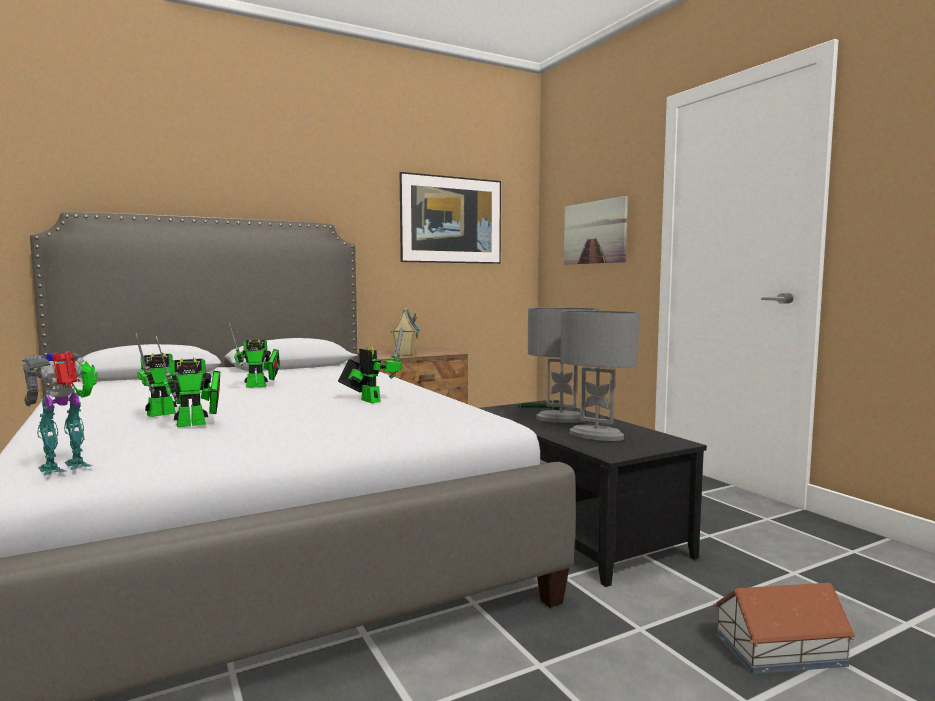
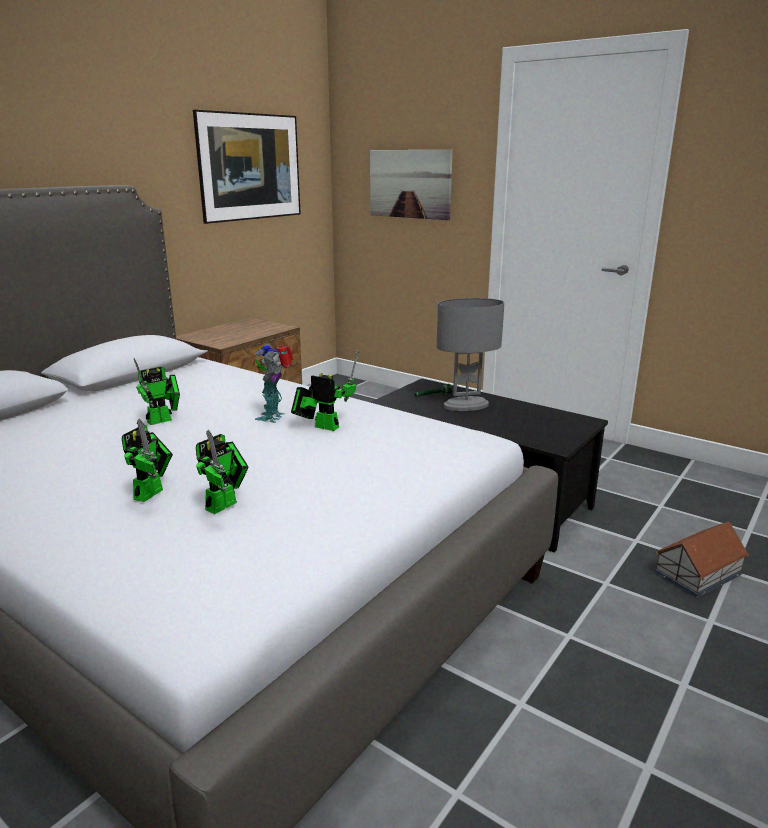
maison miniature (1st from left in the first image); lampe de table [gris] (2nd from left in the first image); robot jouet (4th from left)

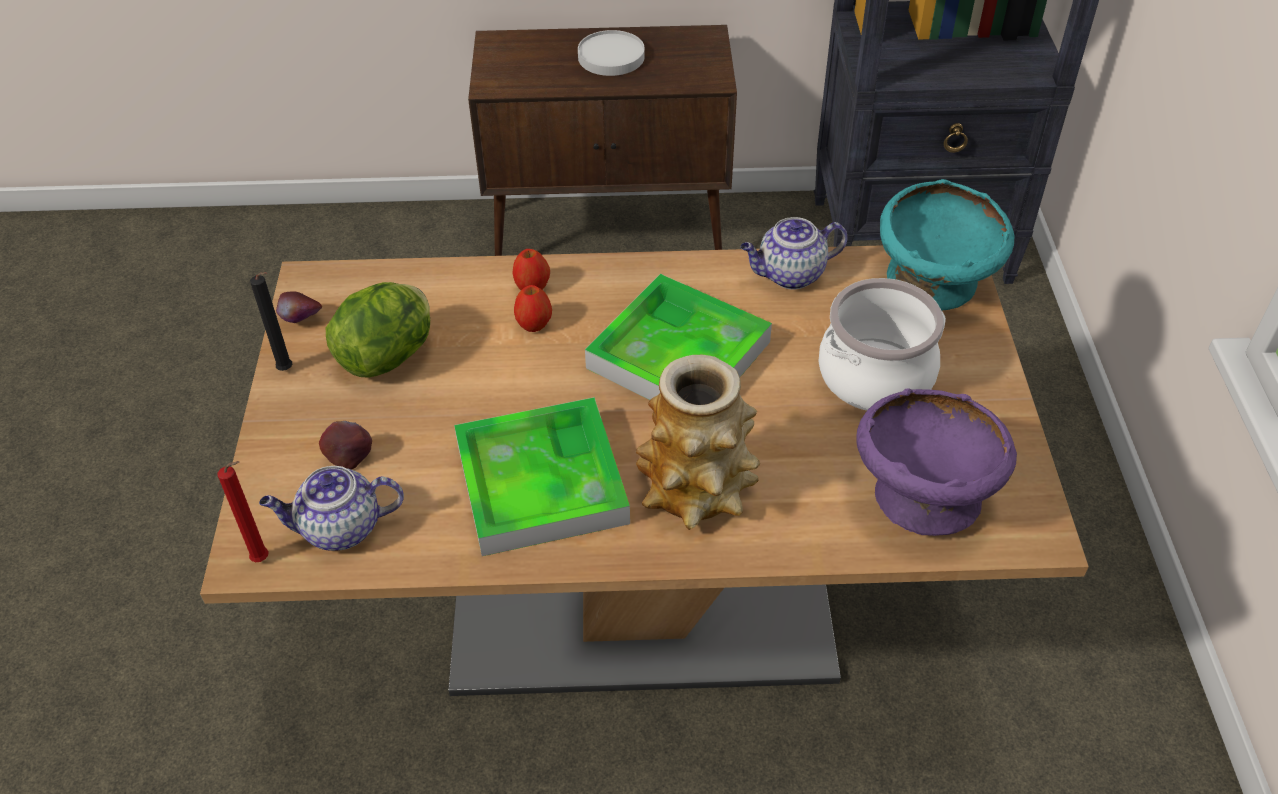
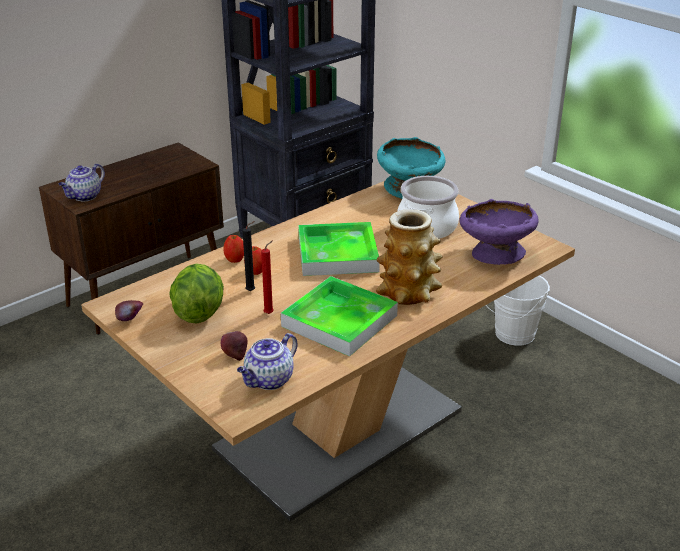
assiette [blanc]; seau [blanc]; bougie [rouge]; bougie [noir]; théière (1st from left)

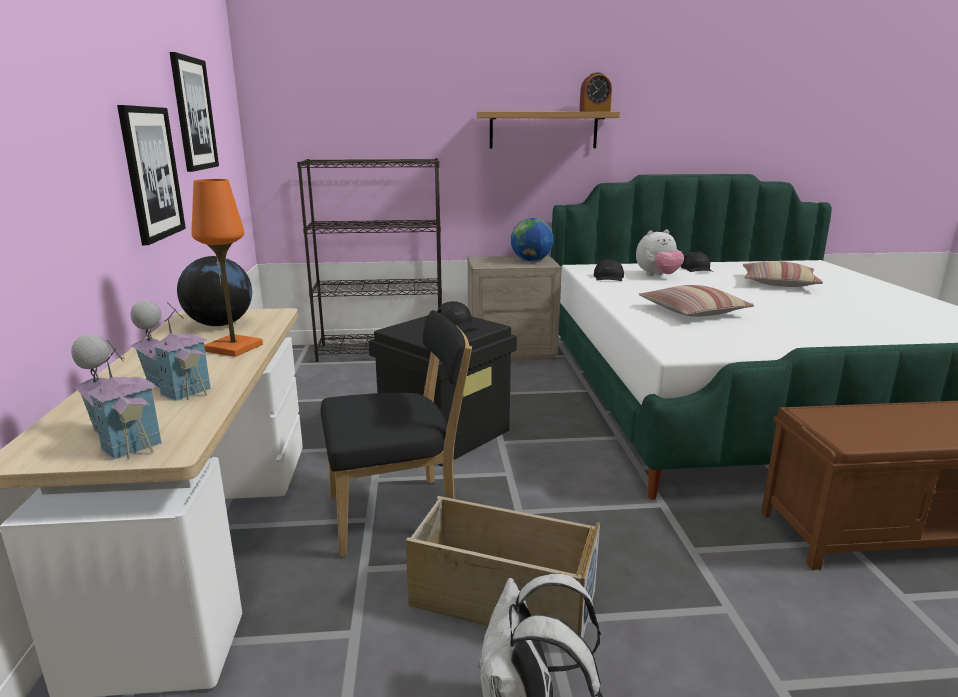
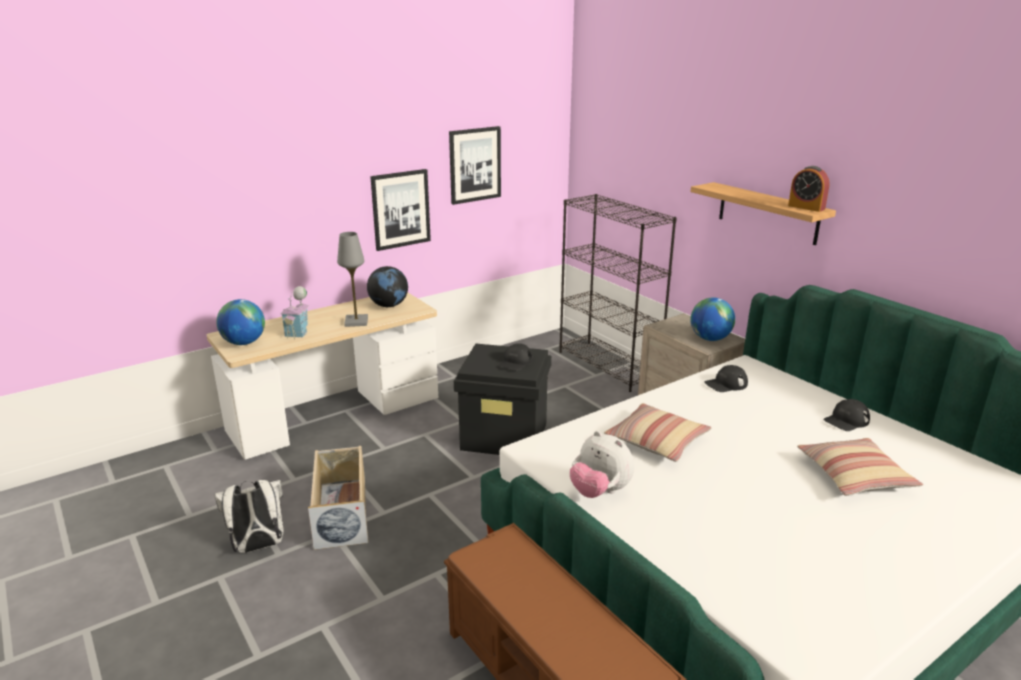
chaise [noir]; peluche; globe (1st from left); lampe de table [gris]

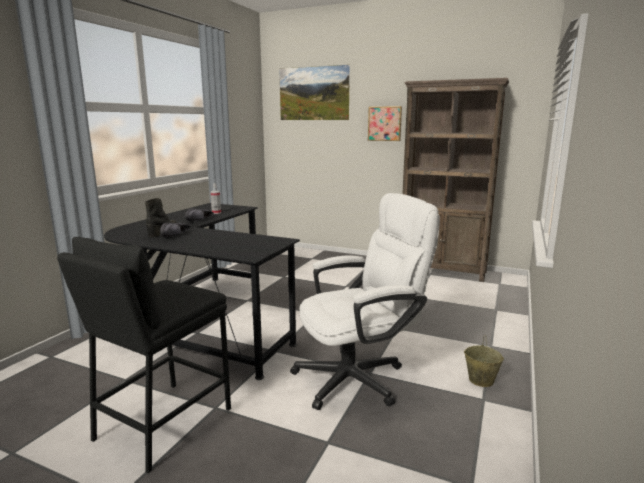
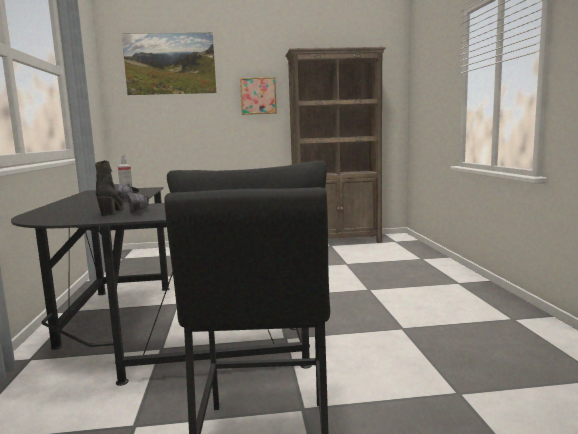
chaise de bureau [blanc]; seau [beige]

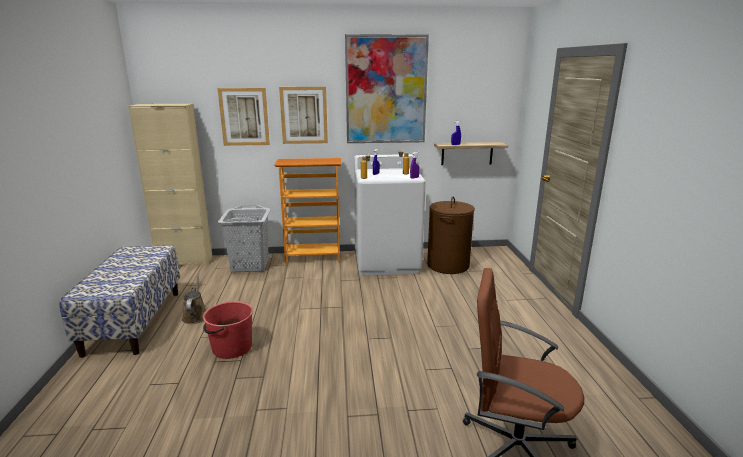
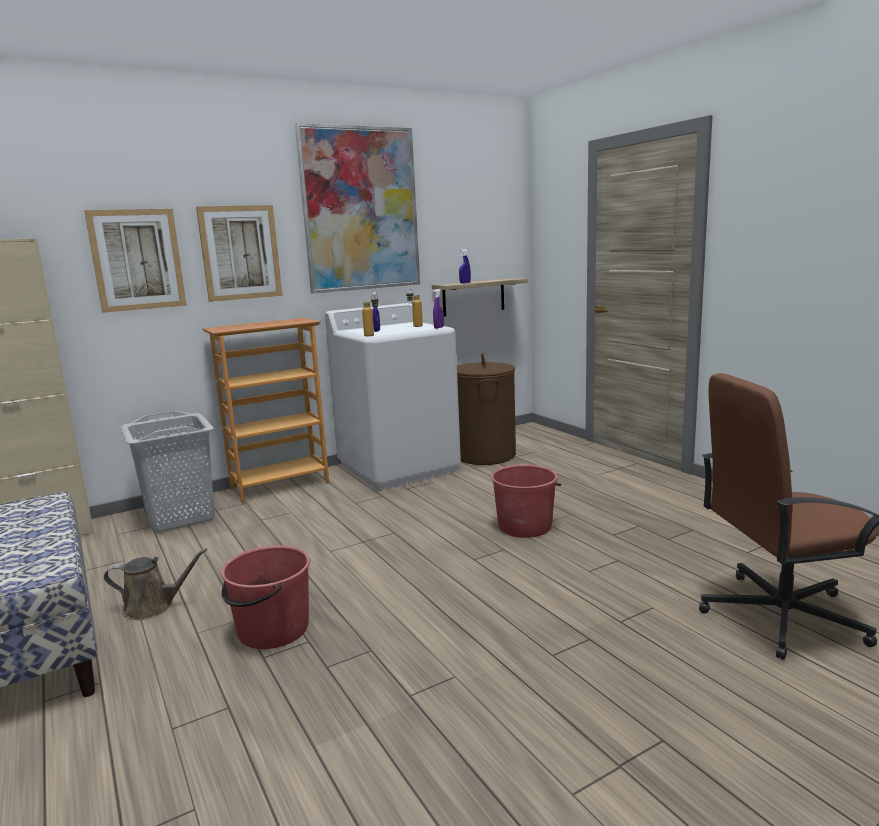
seau [rouge] (2nd from left); arrosoir [marron]

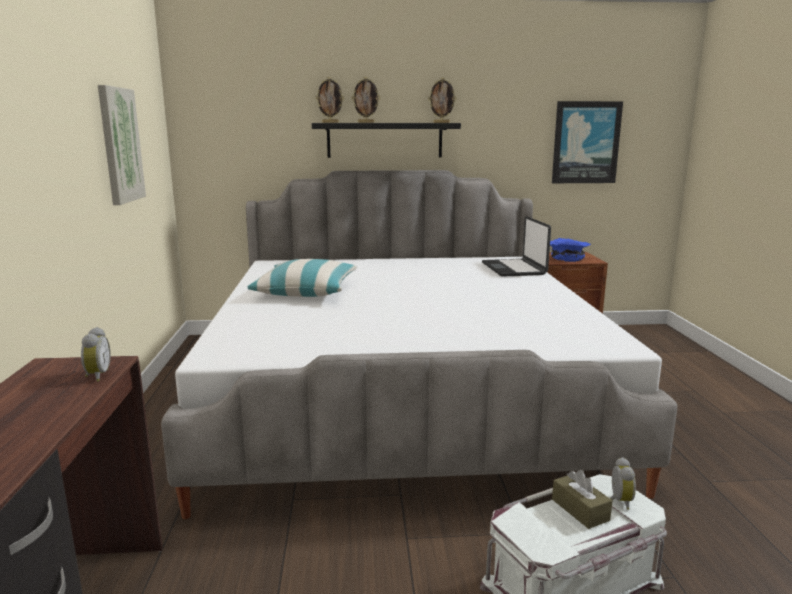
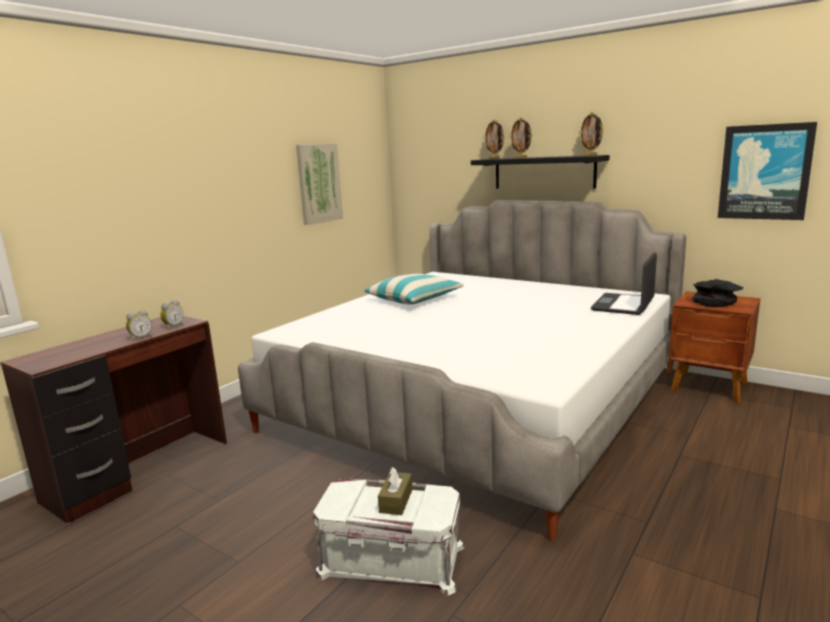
réveil (1st from left); bol [noir]

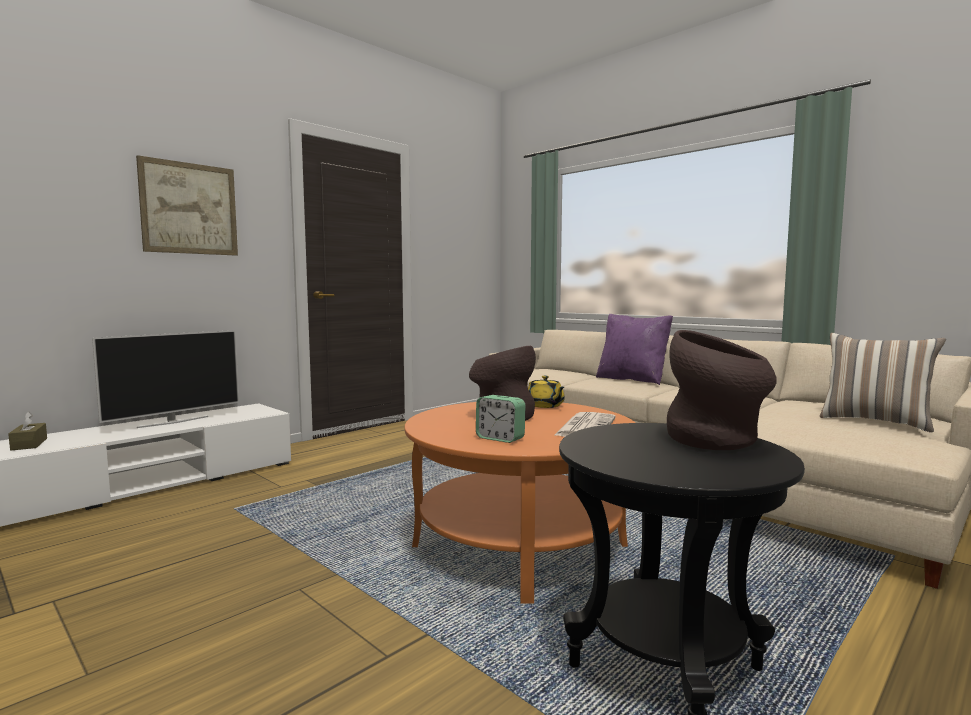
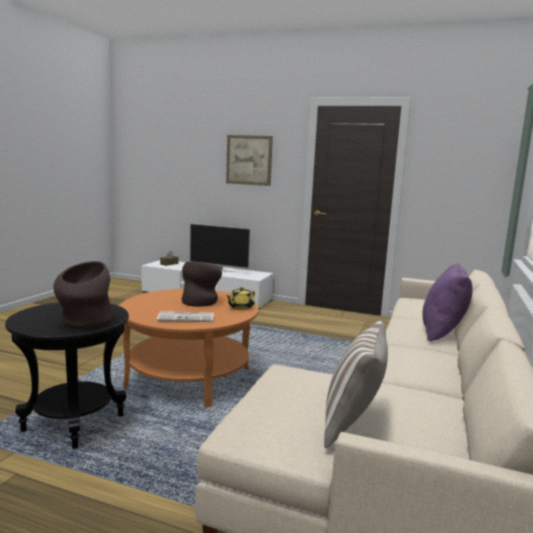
réveil

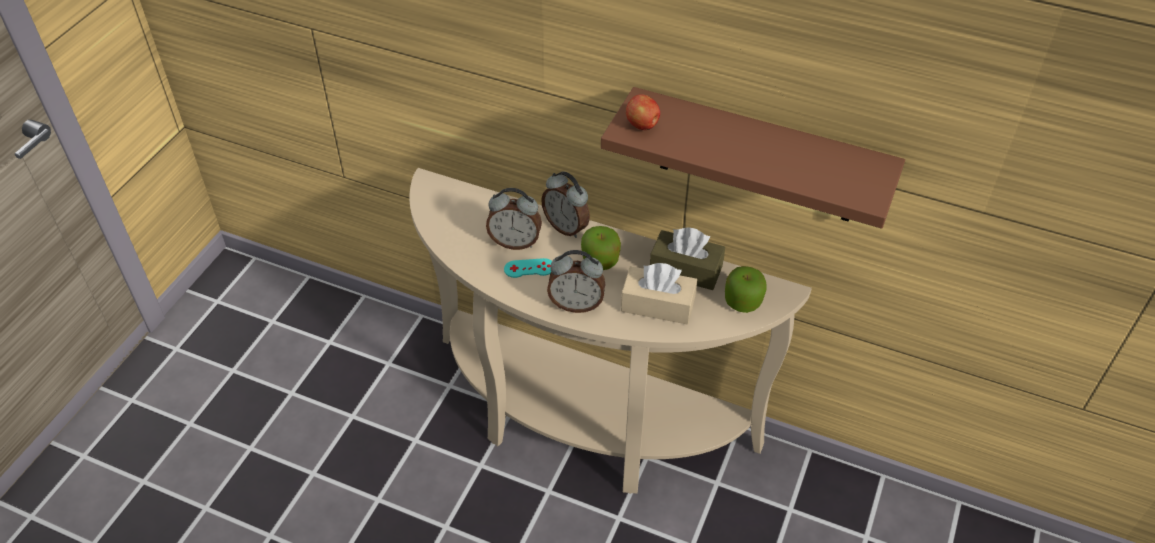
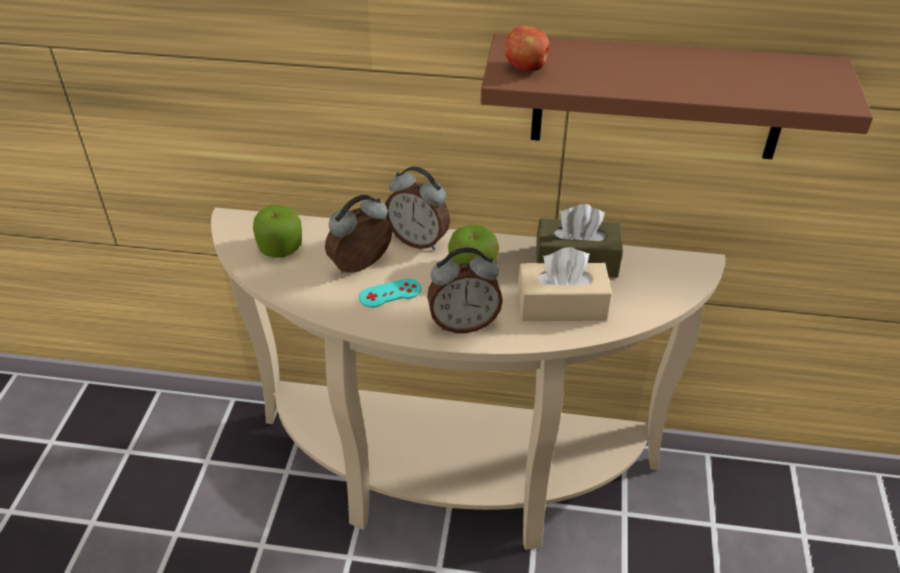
pomme (1st from left); réveil (1st from left)

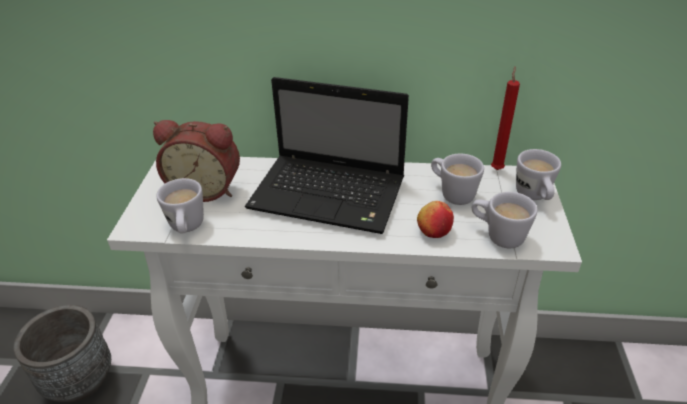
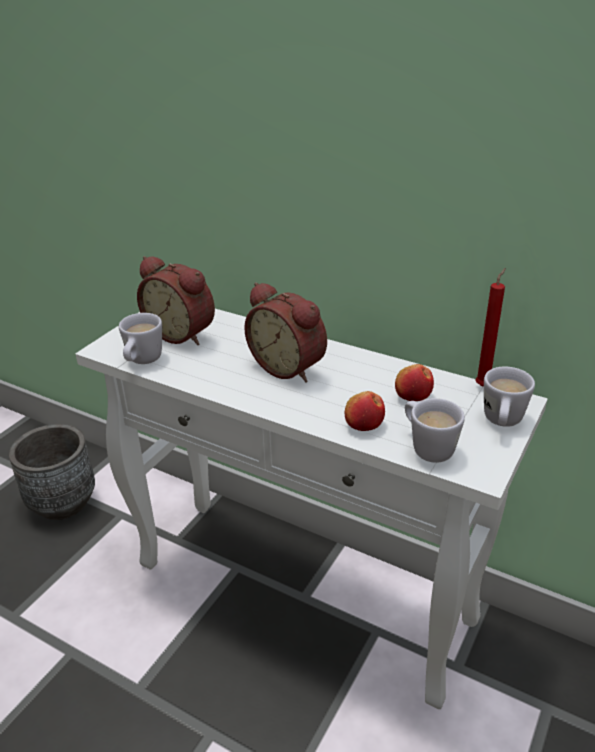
réveil (2nd from left); pomme (2nd from left)

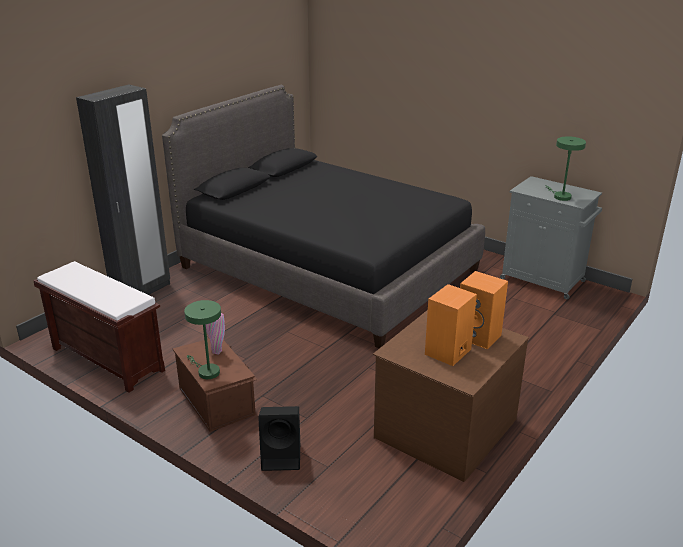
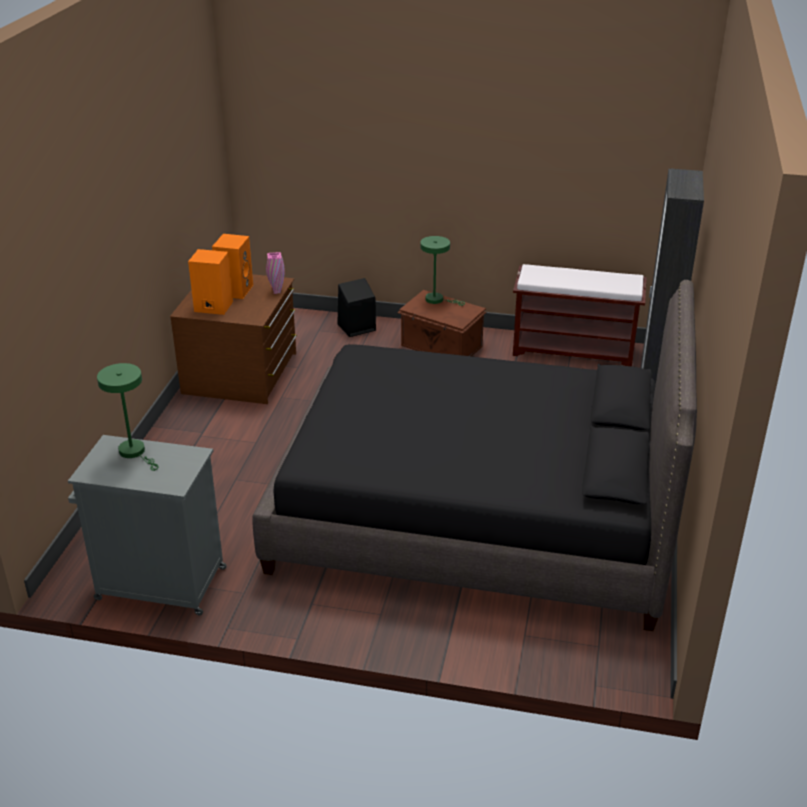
vase [rose]

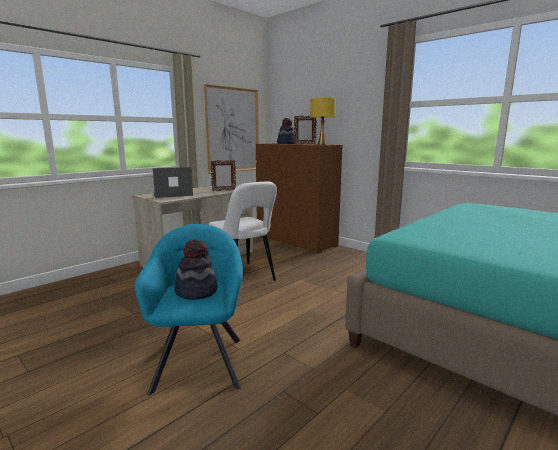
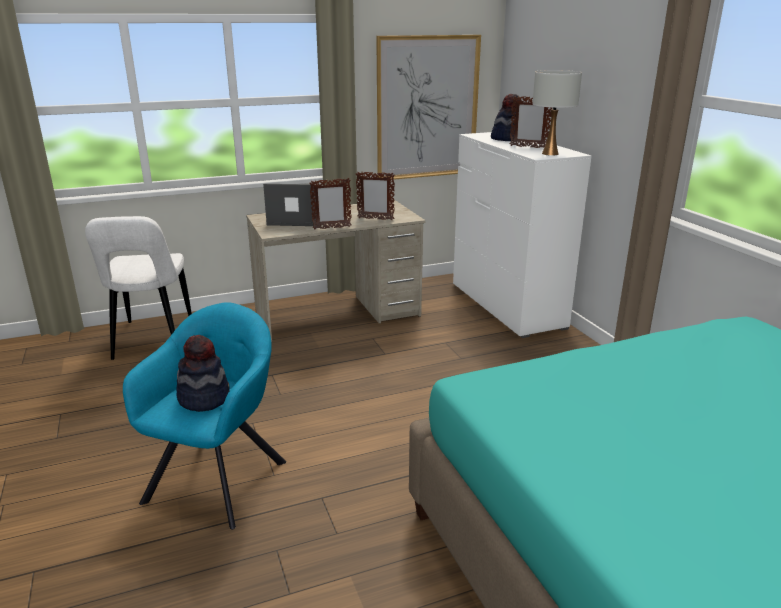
cadre photo (1st from left); chaise [blanc]; commode [blanc]; lampe de table [blanc]

